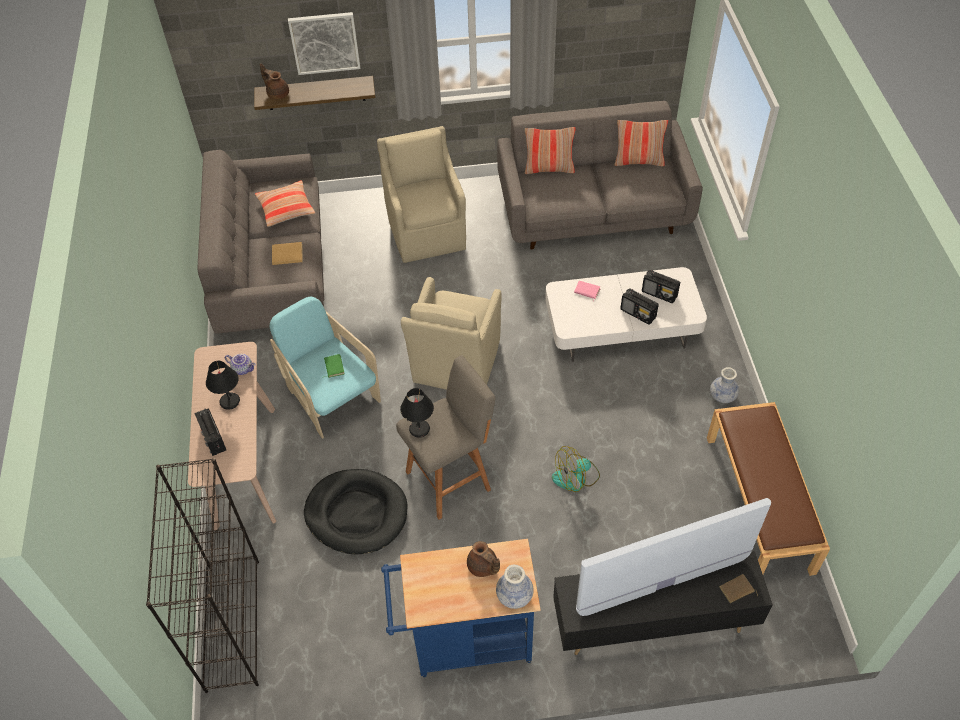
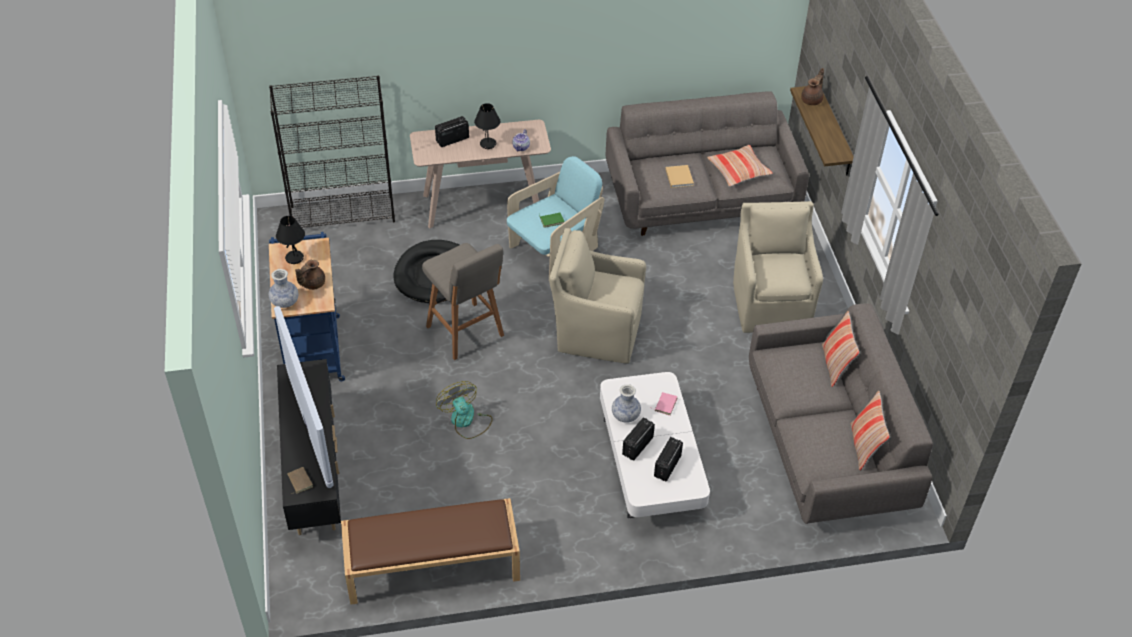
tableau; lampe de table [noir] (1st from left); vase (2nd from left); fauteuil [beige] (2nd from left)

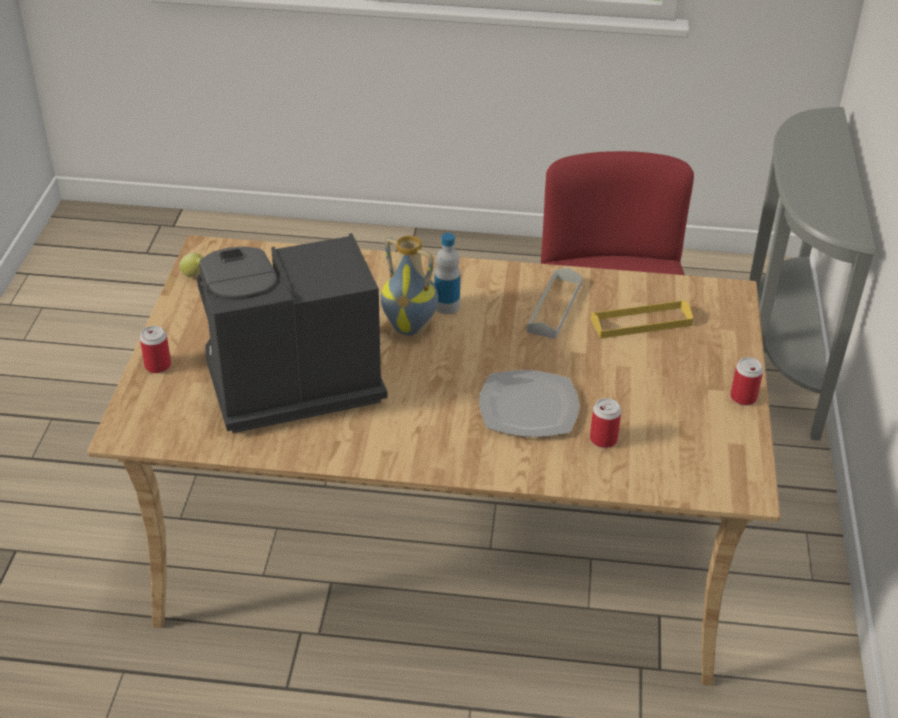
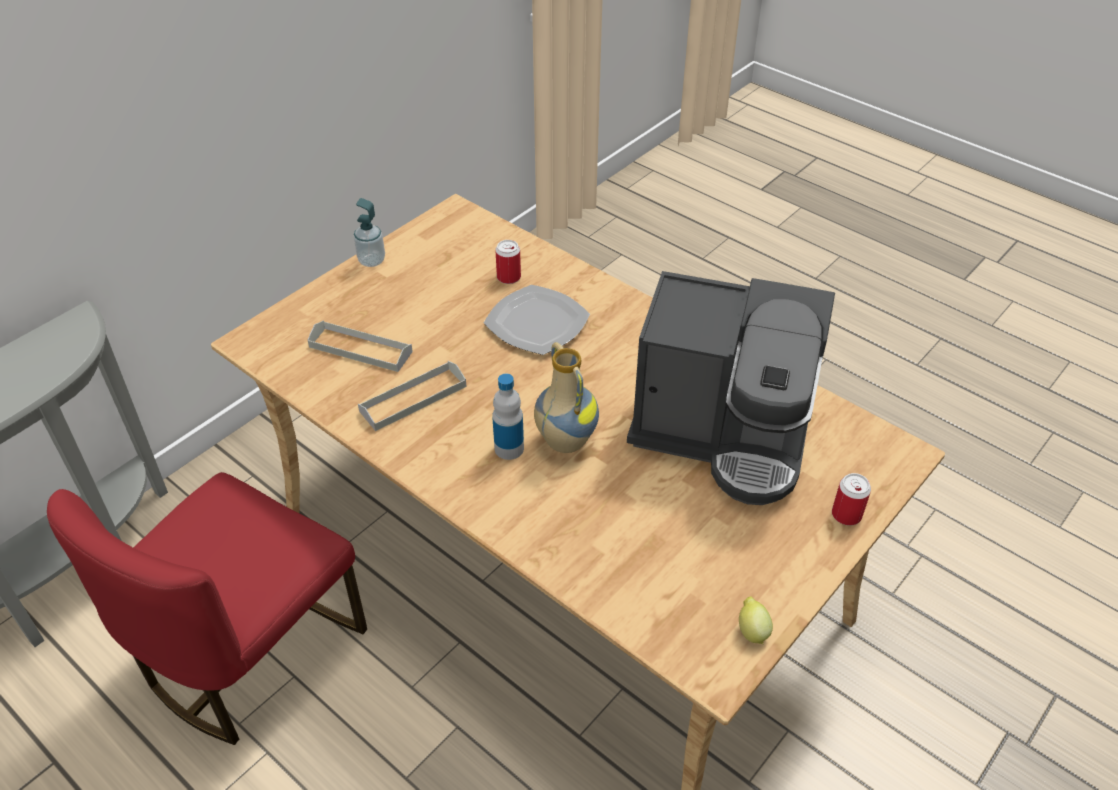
distributeur de savon; plateau [gris] (1st from left)

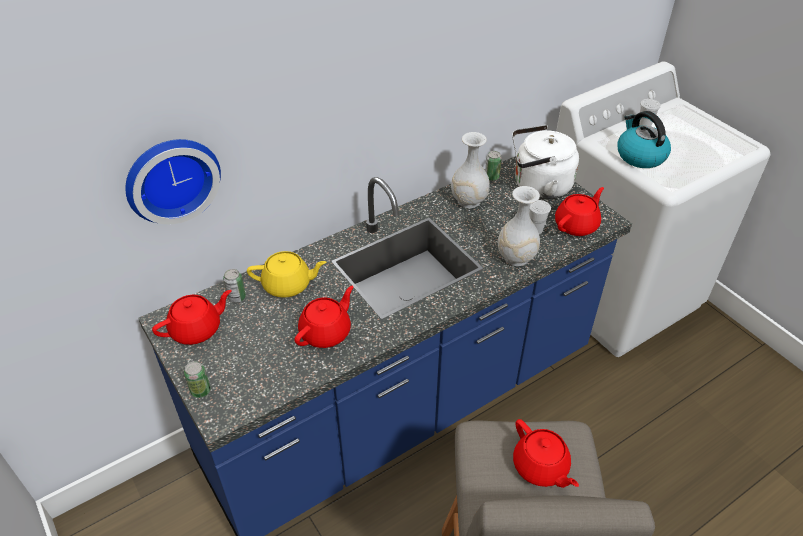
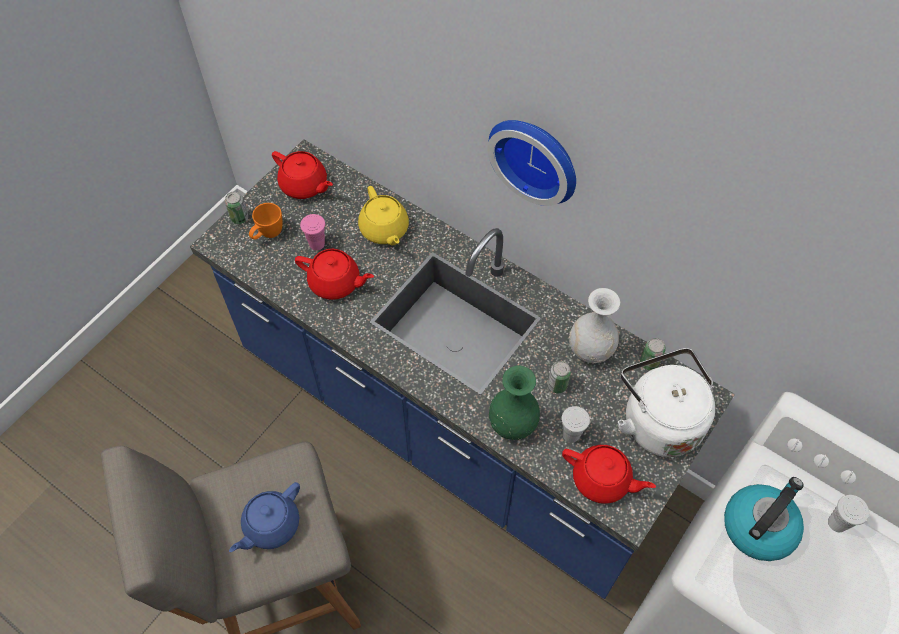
mug [orange]; tasse [rose]; horloge murale; boîte métallique (2nd from left); vase [vert]; théière [bleu]

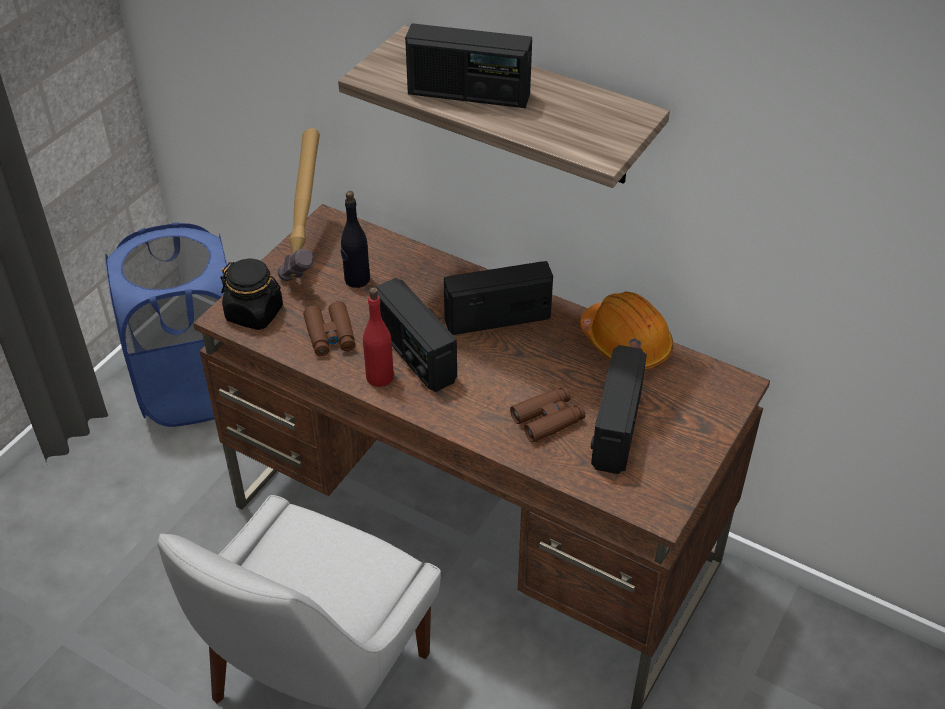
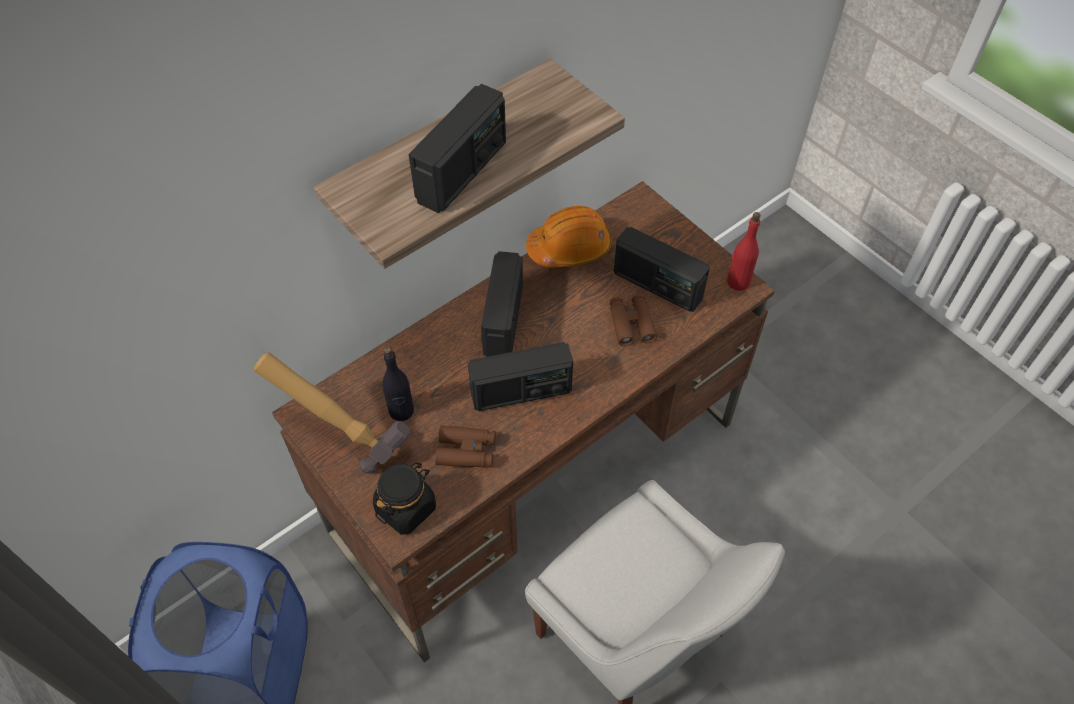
bouteille [rouge]

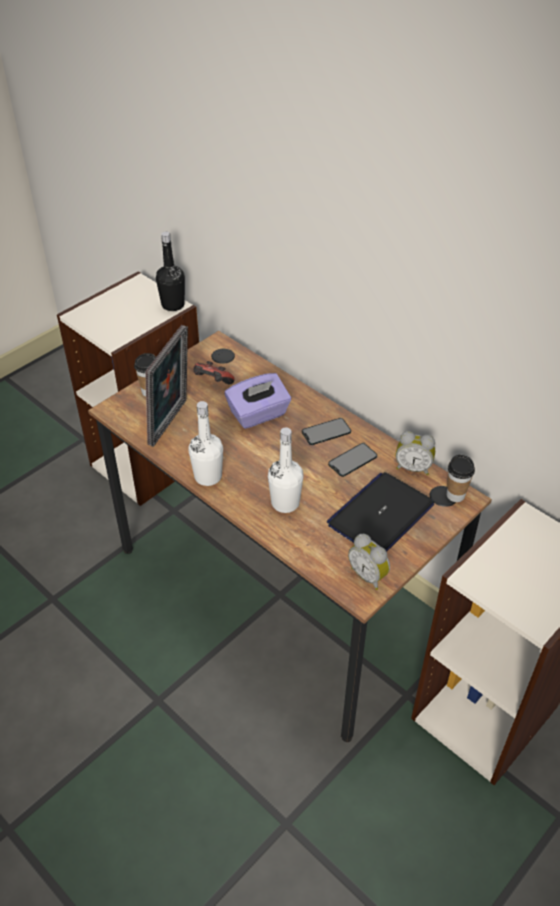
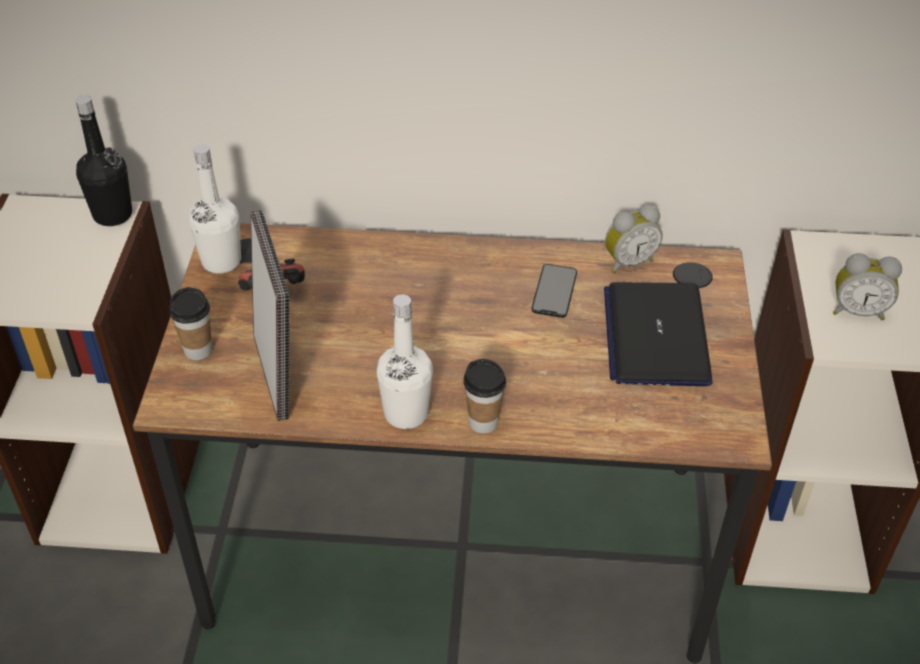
boîte à mouchoirs [violet]; téléphone (1st from left in the first image); bouteille [blanc] (1st from left); réveil (2nd from left); tasse (2nd from left)

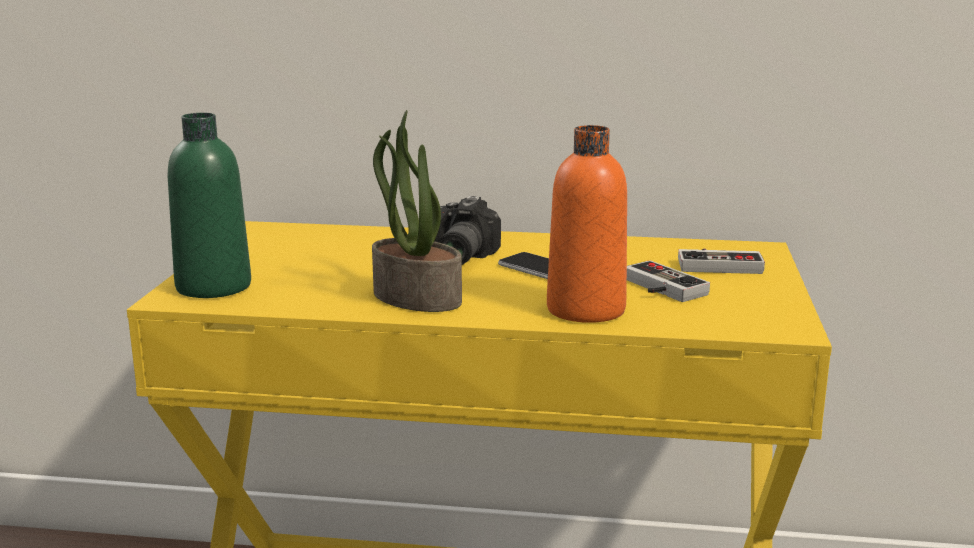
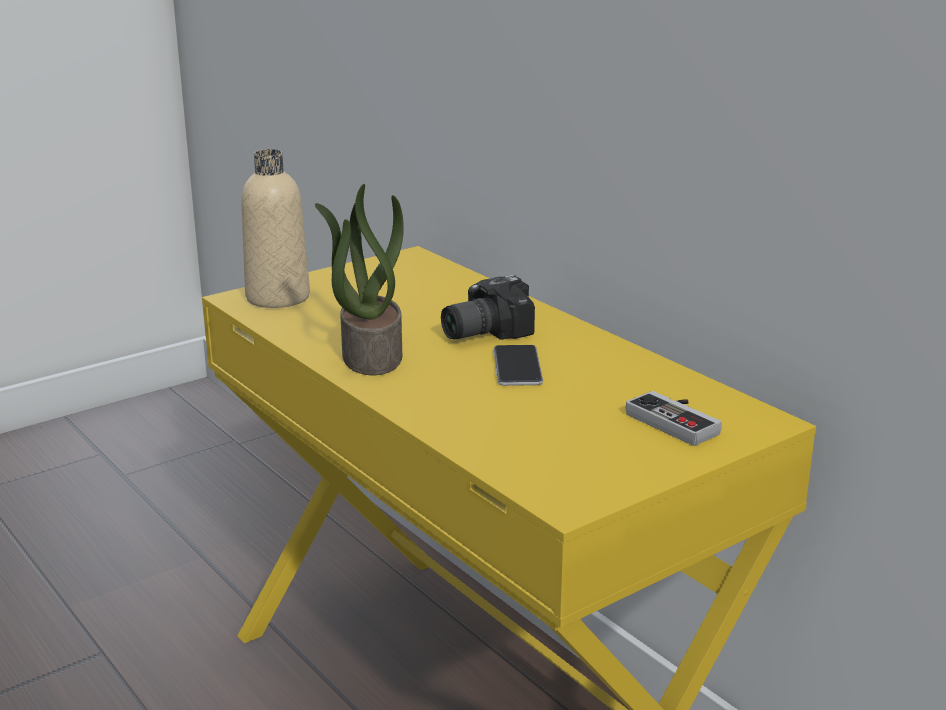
bouteille [orange]; manette (1st from left in the first image); bouteille [beige]

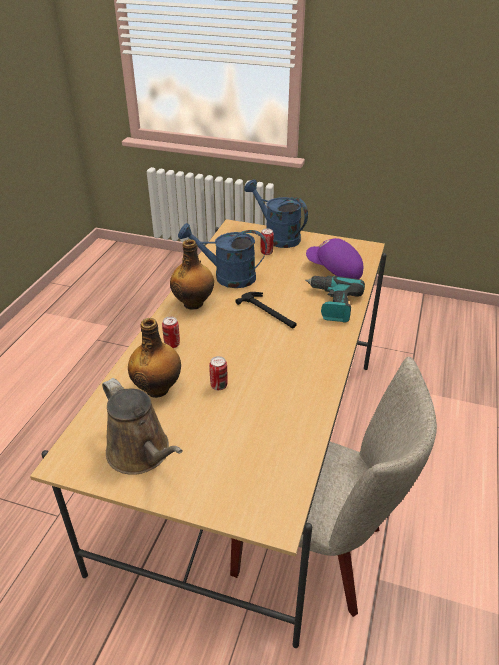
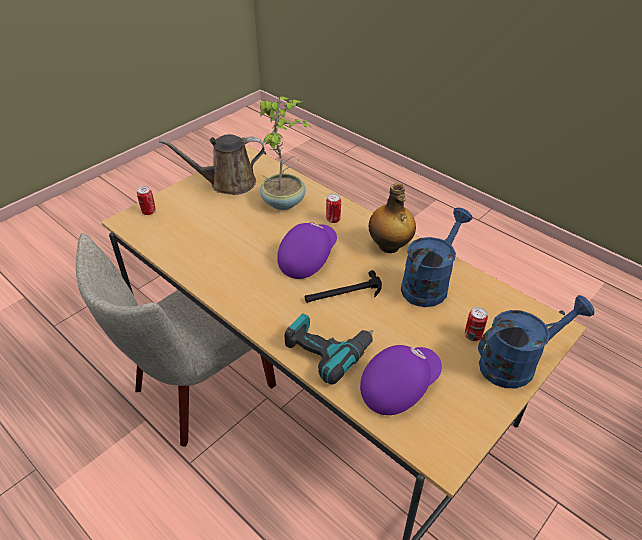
casquette [violet] (1st from left); boîte métallique (1st from left); plante en pot

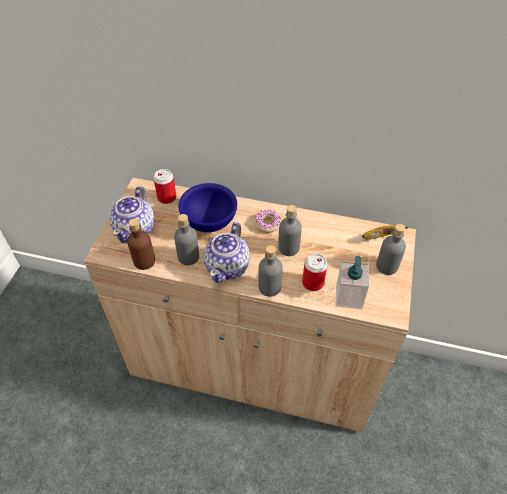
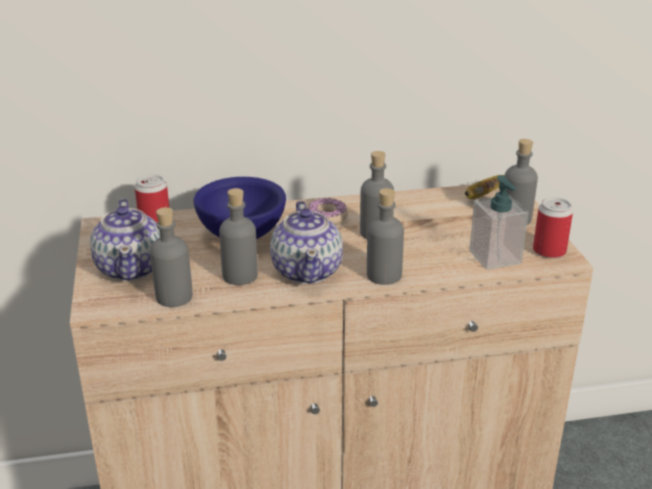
boîte métallique (2nd from left); bouteille [gris] (1st from left)

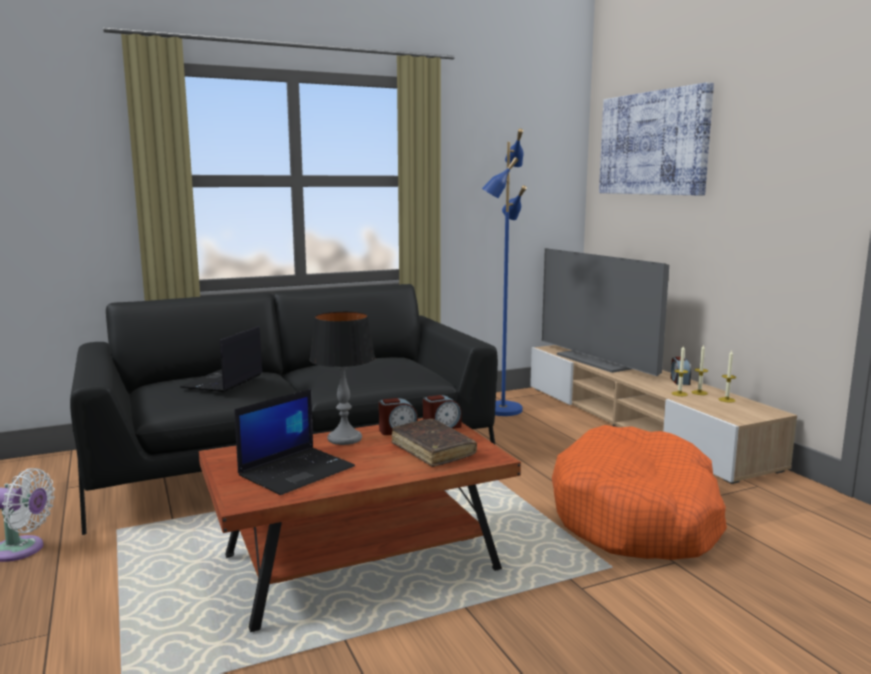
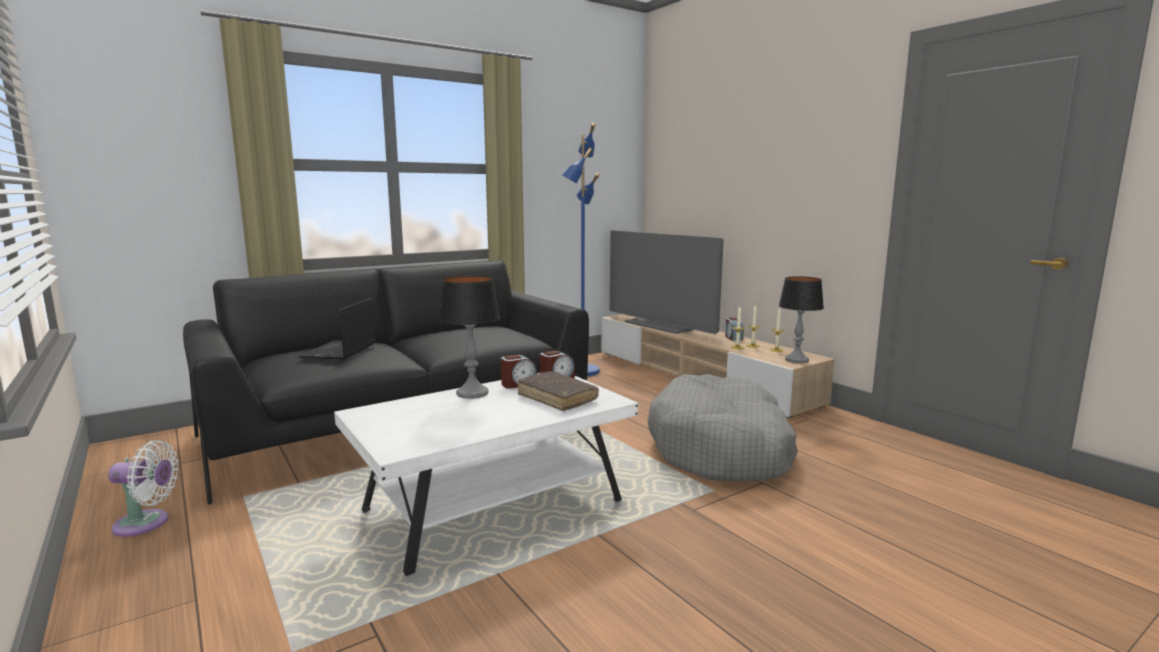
ordinateur portable (2nd from left in the first image); tableau; lampe de table (2nd from left); table basse [blanc]; panier pour chien [gris]

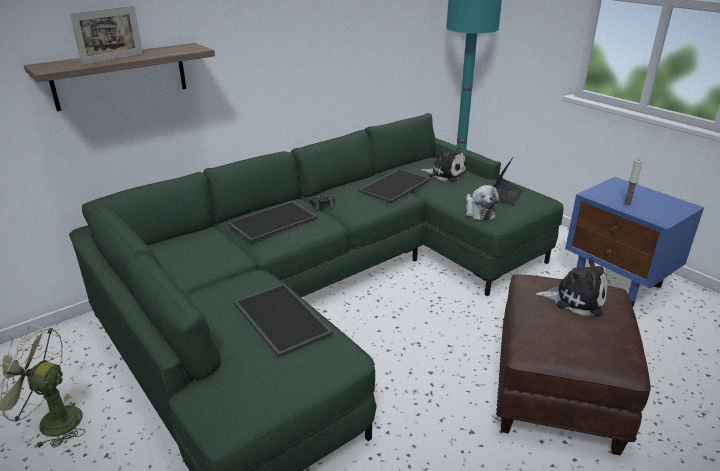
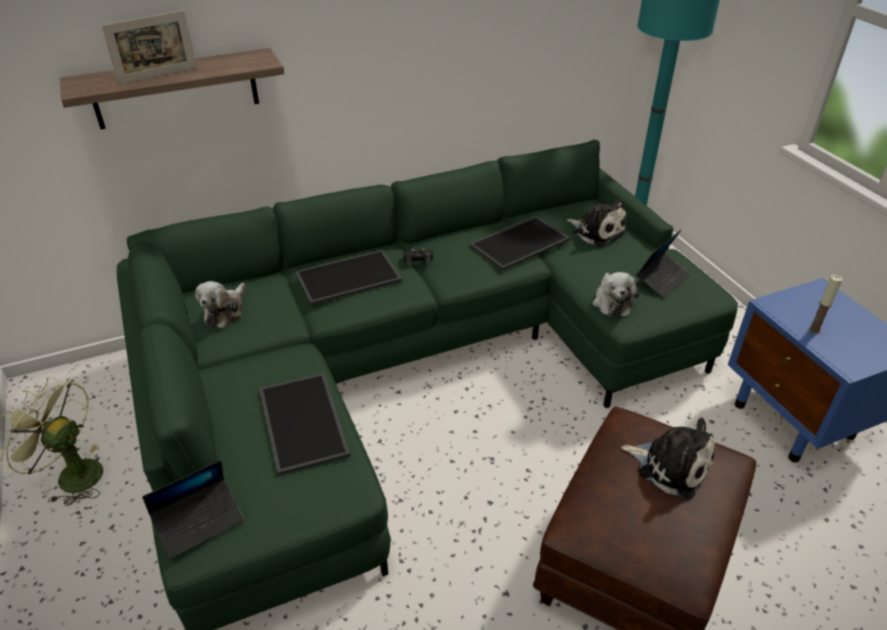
ordinateur portable (1st from left); peluche (1st from left)

